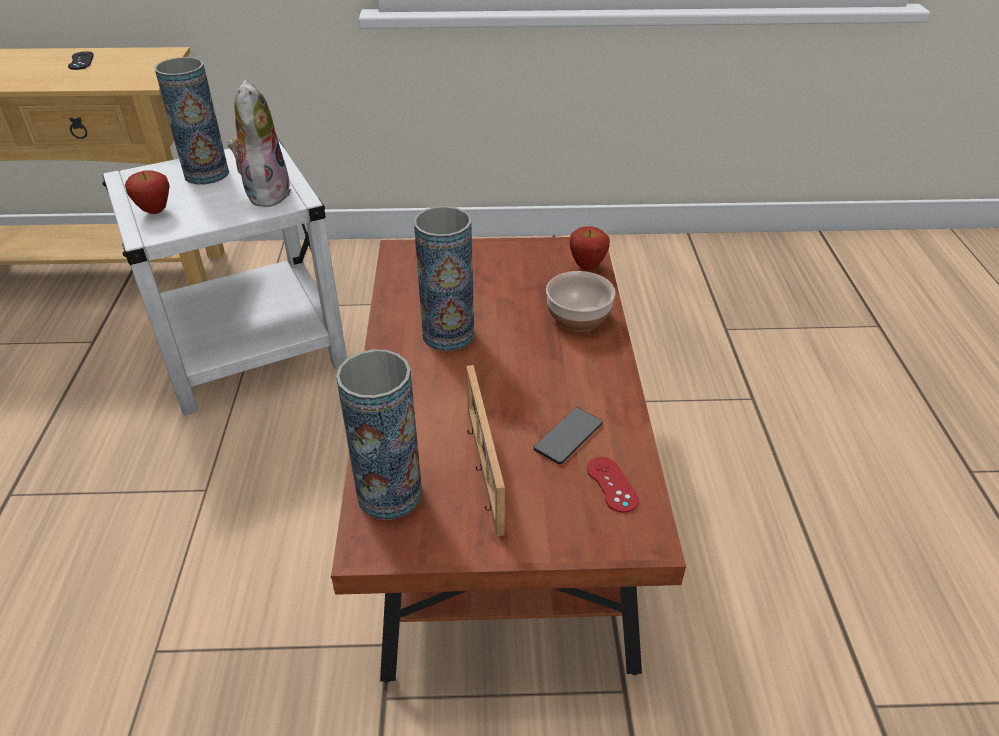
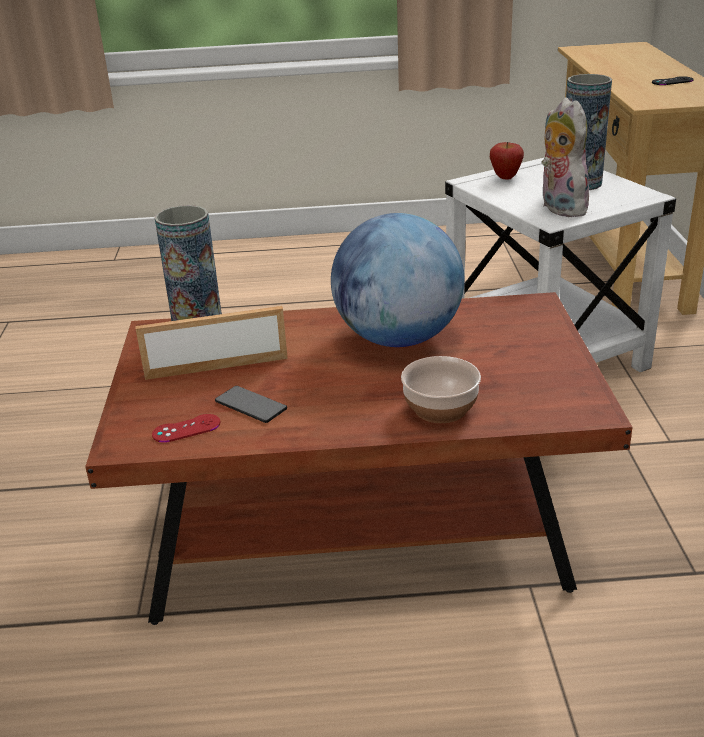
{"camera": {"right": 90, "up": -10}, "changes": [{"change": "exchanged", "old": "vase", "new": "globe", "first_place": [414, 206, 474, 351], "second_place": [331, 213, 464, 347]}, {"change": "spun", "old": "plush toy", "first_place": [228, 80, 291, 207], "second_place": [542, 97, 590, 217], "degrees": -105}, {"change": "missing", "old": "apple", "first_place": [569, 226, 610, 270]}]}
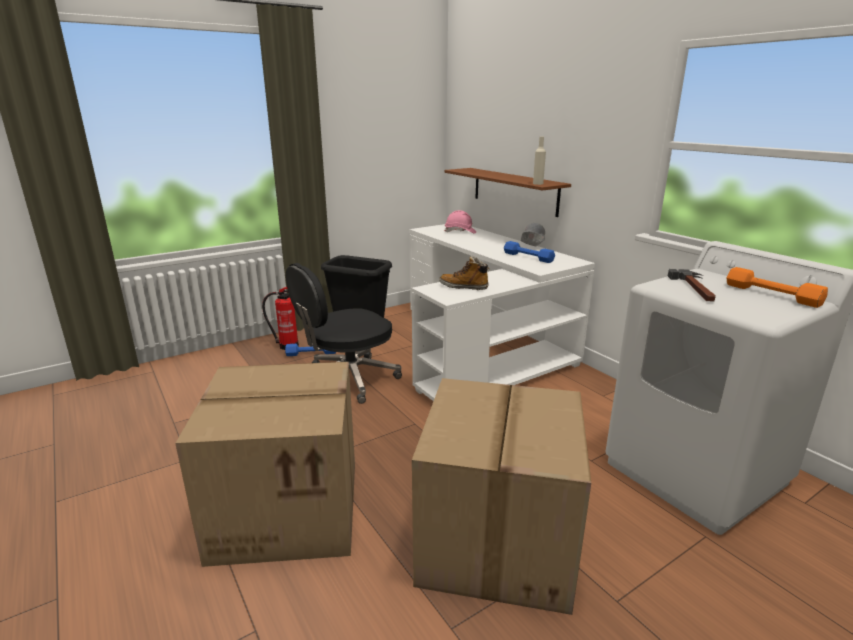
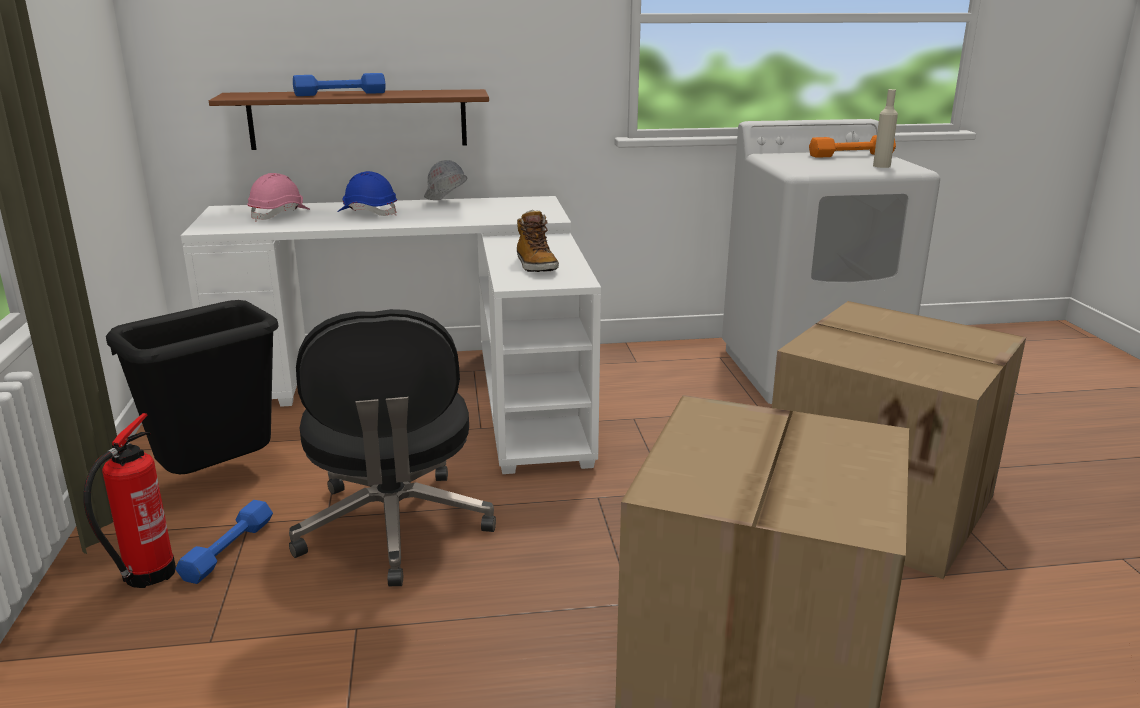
{"camera": {"right": -65, "up": 0}, "changes": [{"change": "relocated", "old": "dumbbell in blue", "first_place": [504, 241, 555, 263], "second_place": [293, 73, 386, 96]}, {"change": "appeared", "new": "hard hat in blue", "second_place": [337, 171, 397, 216]}, {"change": "spun", "old": "boot", "first_place": [439, 256, 490, 290], "second_place": [517, 210, 559, 272], "degrees": -60}, {"change": "relocated", "old": "bottle in beige", "first_place": [533, 136, 546, 185], "second_place": [873, 89, 898, 168]}, {"change": "missing", "old": "hammer", "first_place": [668, 269, 716, 301]}]}
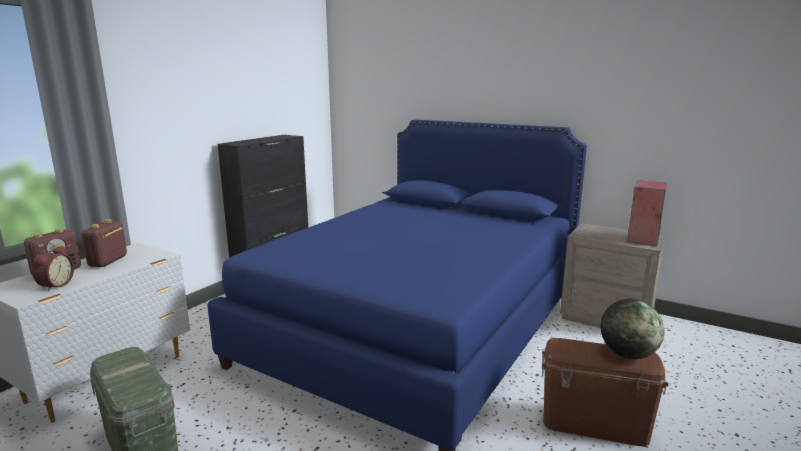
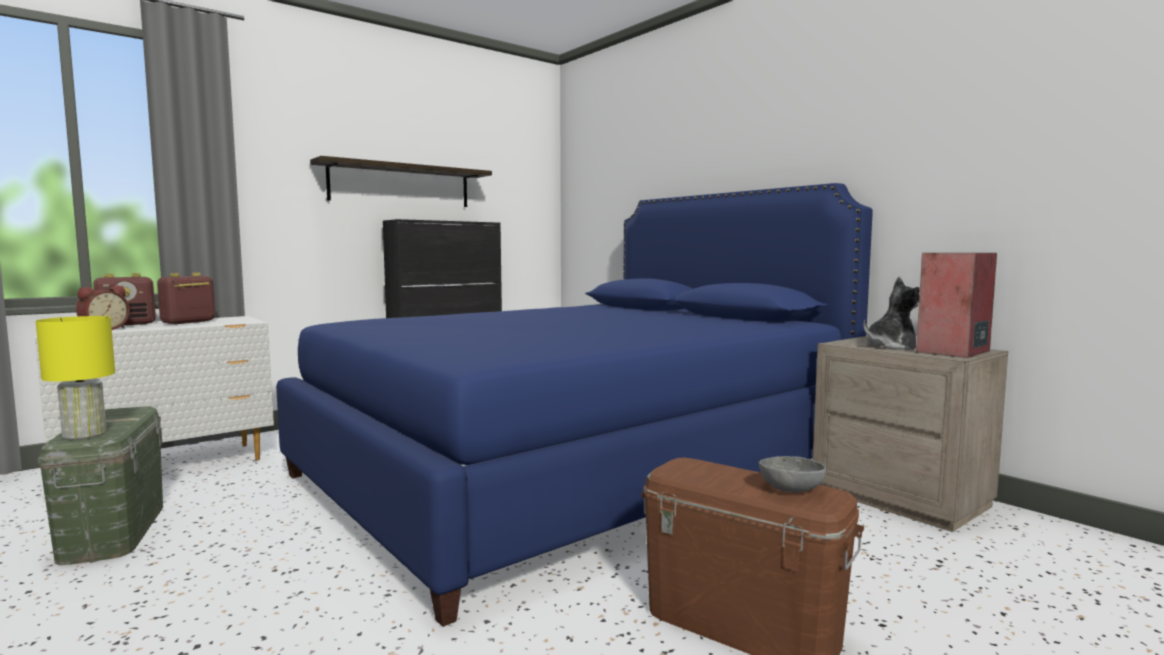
{"camera": {"right": 20, "up": -10}, "changes": [{"change": "appeared", "new": "table lamp in yellow", "second_place": [36, 316, 115, 440]}, {"change": "appeared", "new": "shelf", "second_place": [310, 156, 492, 207]}, {"change": "exchanged", "old": "globe", "new": "bowl in grey", "first_place": [600, 299, 664, 359], "second_place": [759, 456, 826, 492]}, {"change": "appeared", "new": "plush toy", "second_place": [863, 276, 919, 350]}]}
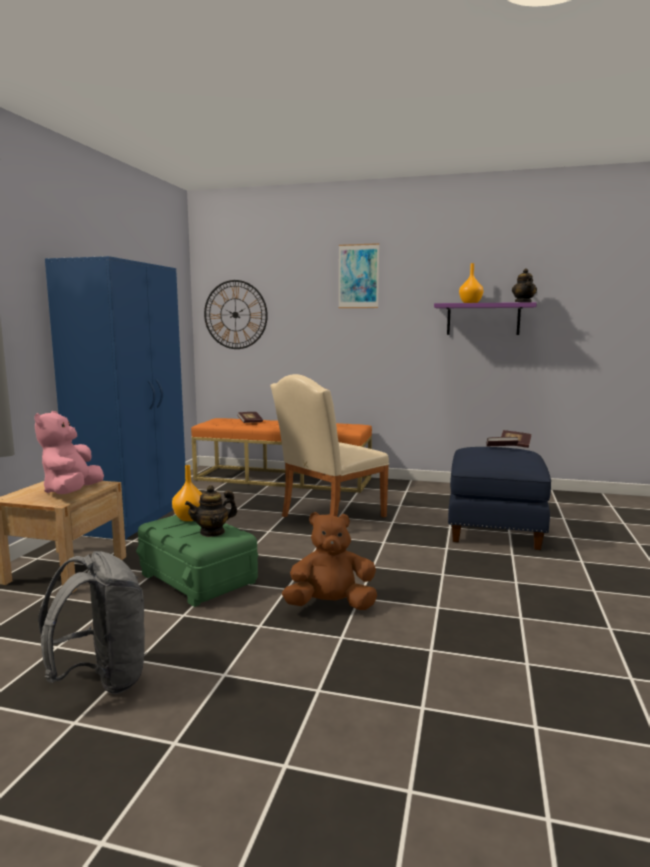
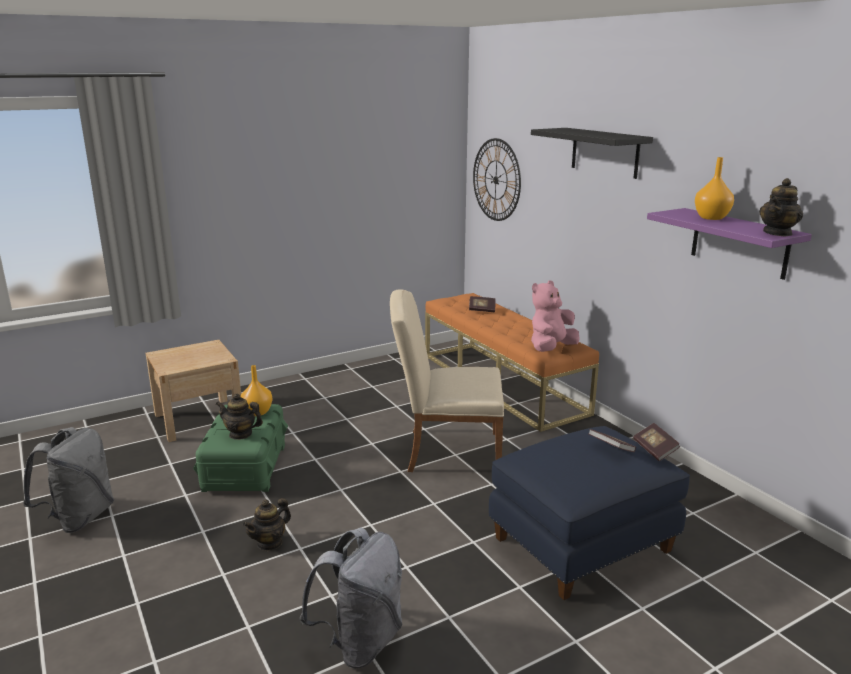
{"camera": {"right": 45, "up": 10}, "changes": [{"change": "exchanged", "old": "plush toy in brown", "new": "teapot", "first_place": [282, 512, 377, 610], "second_place": [243, 498, 291, 551]}, {"change": "appeared", "new": "backpack in grey", "second_place": [299, 527, 403, 668]}, {"change": "exchanged", "old": "picture", "new": "shelf in black", "first_place": [338, 243, 379, 308], "second_place": [531, 128, 653, 179]}, {"change": "relocated", "old": "plush toy in pink", "first_place": [35, 411, 104, 494], "second_place": [531, 281, 580, 352]}, {"change": "missing", "old": "wardrobe in blue", "first_place": [45, 256, 185, 540]}]}
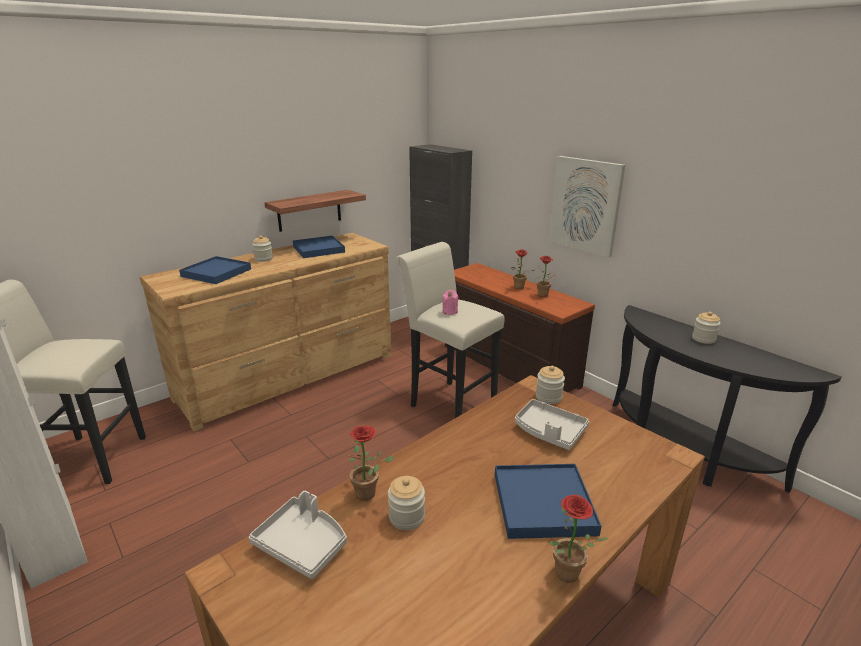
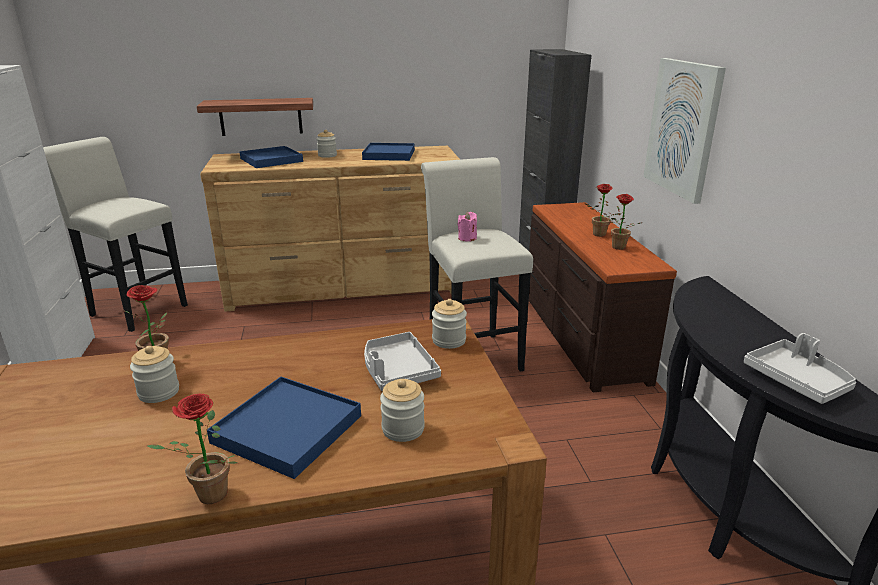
{"camera": {"right": 30, "up": 0}, "changes": [{"change": "relocated", "old": "shelf", "first_place": [264, 190, 366, 232], "second_place": [197, 98, 313, 136]}, {"change": "relocated", "old": "jar", "first_place": [692, 312, 721, 344], "second_place": [380, 379, 425, 442]}, {"change": "relocated", "old": "tray in grey", "first_place": [249, 491, 347, 579], "second_place": [744, 333, 856, 404]}]}
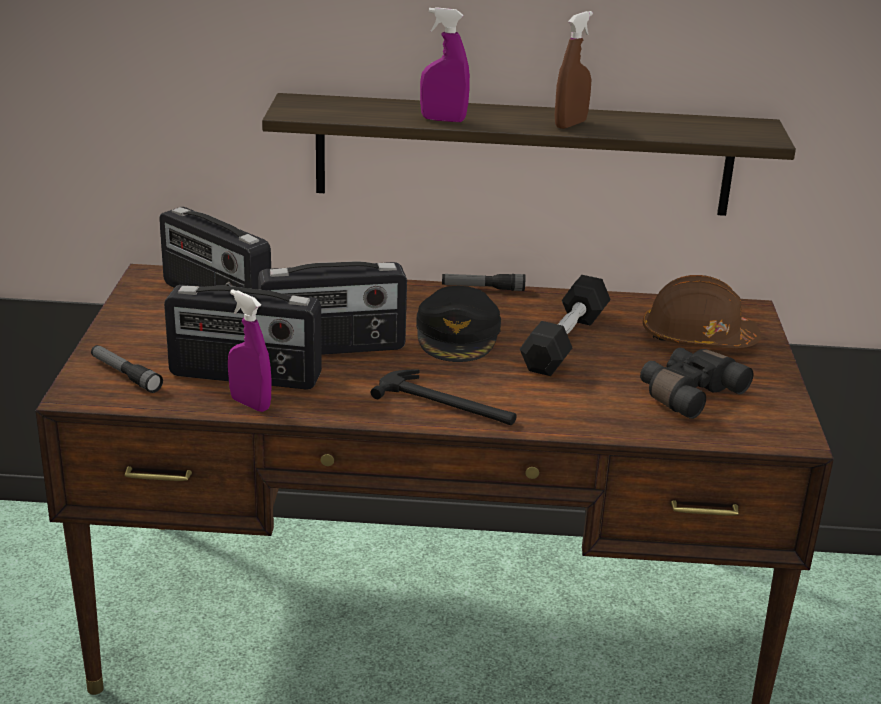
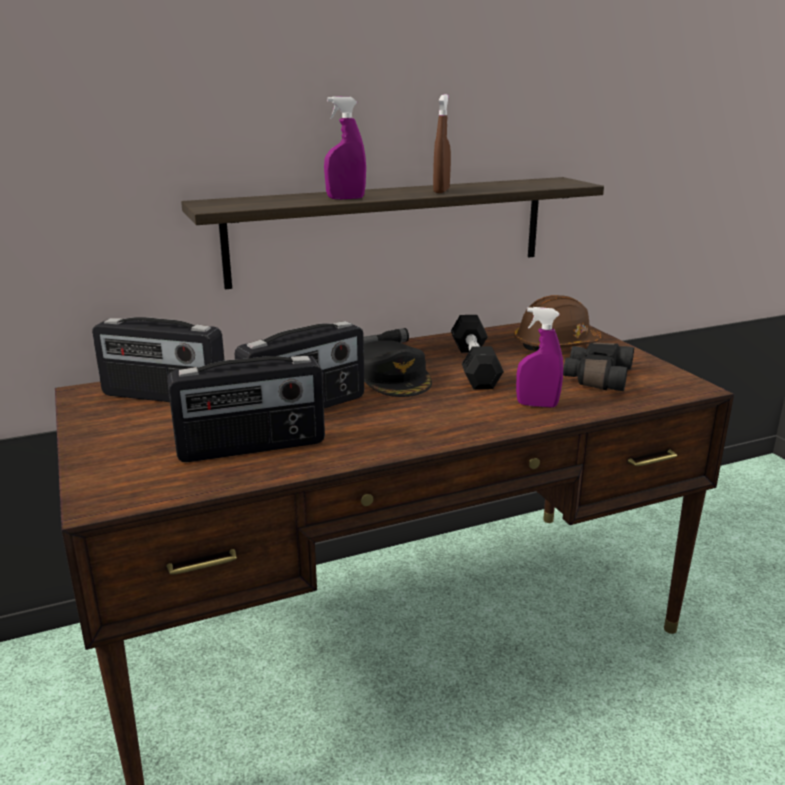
{"camera": {"right": -25, "up": -5}, "changes": [{"change": "relocated", "old": "spray bottle in purple", "first_place": [228, 289, 272, 412], "second_place": [516, 307, 563, 408]}, {"change": "missing", "old": "flashlight", "first_place": [91, 345, 163, 393]}, {"change": "missing", "old": "hammer", "first_place": [371, 369, 517, 425]}]}
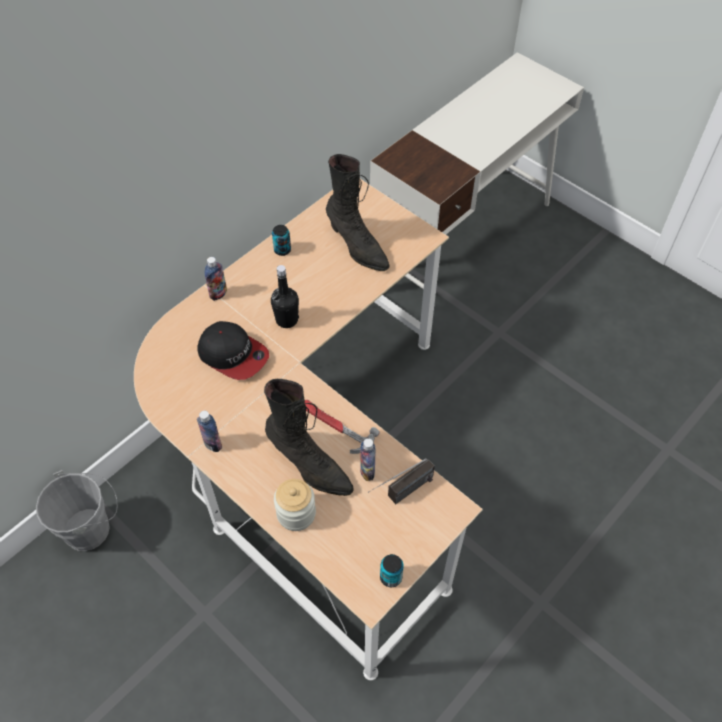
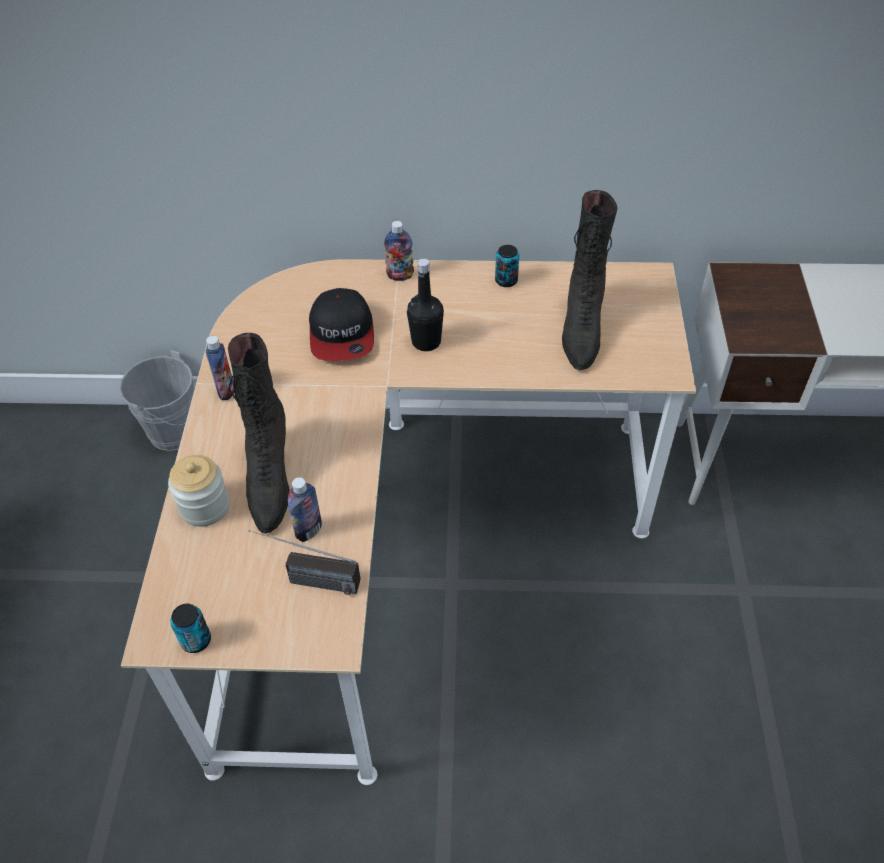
{"camera": {"right": 50, "up": -5}, "changes": [{"change": "missing", "old": "hammer", "first_place": [305, 400, 380, 454]}]}
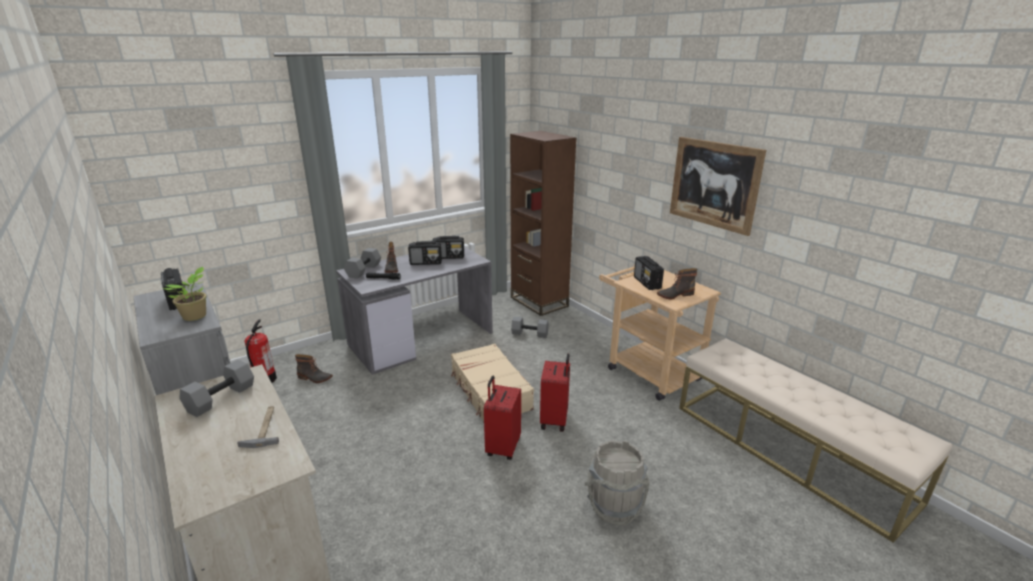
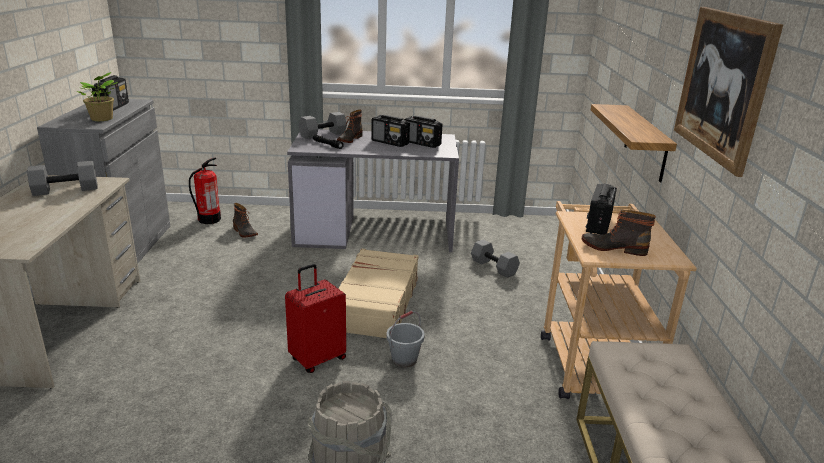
{"camera": {"right": 35, "up": 0}, "changes": [{"change": "exchanged", "old": "suitcase in red", "new": "bucket in grey", "first_place": [540, 354, 570, 432], "second_place": [386, 311, 425, 367]}, {"change": "appeared", "new": "shelf", "second_place": [591, 104, 677, 182]}, {"change": "missing", "old": "hammer", "first_place": [237, 406, 279, 448]}, {"change": "missing", "old": "bookcase in brown", "first_place": [510, 131, 577, 316]}]}
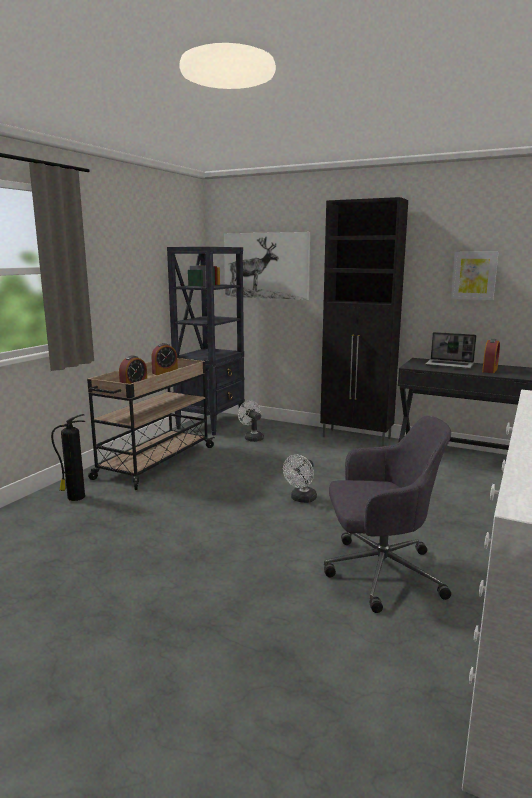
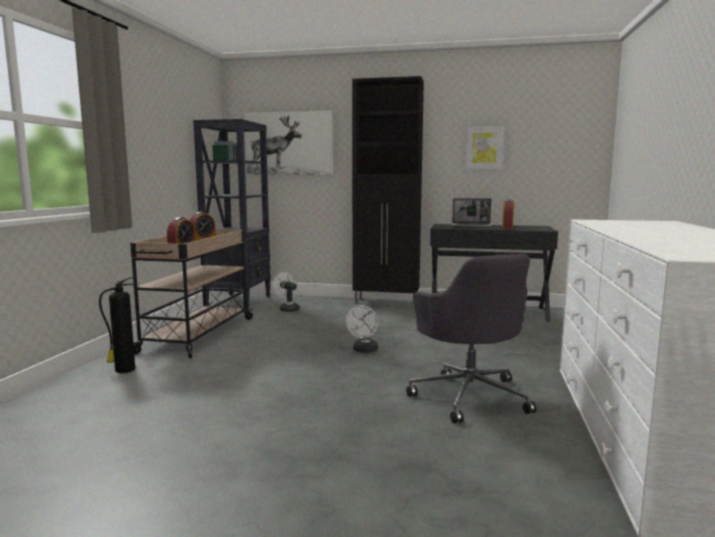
{"camera": {"right": -15, "up": -5}, "changes": [{"change": "spun", "old": "office chair in grey", "first_place": [324, 416, 451, 613], "second_place": [406, 254, 537, 423], "degrees": 90}]}
